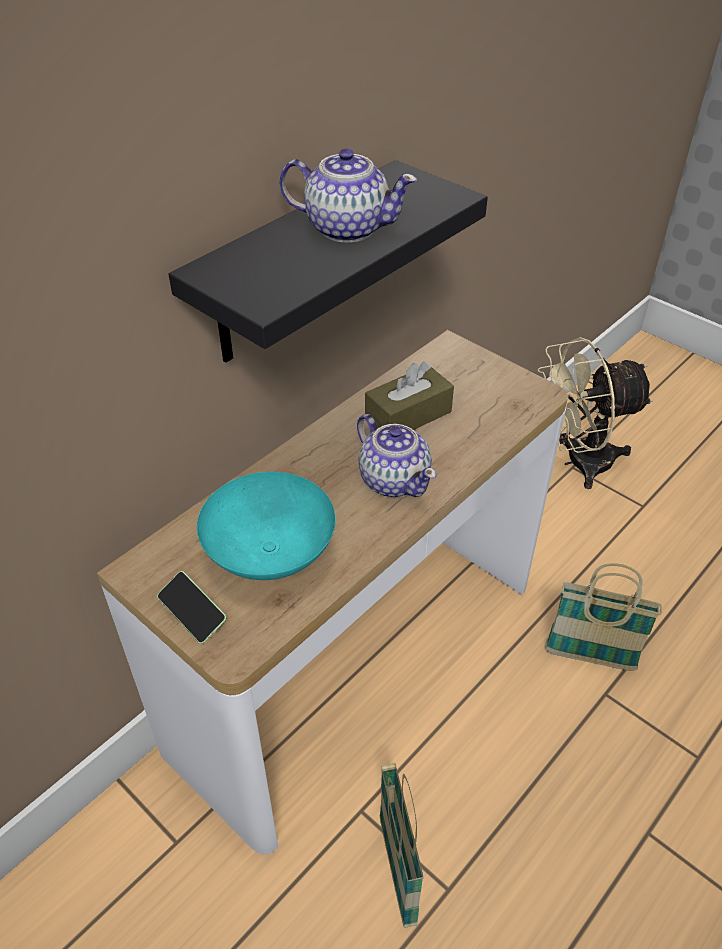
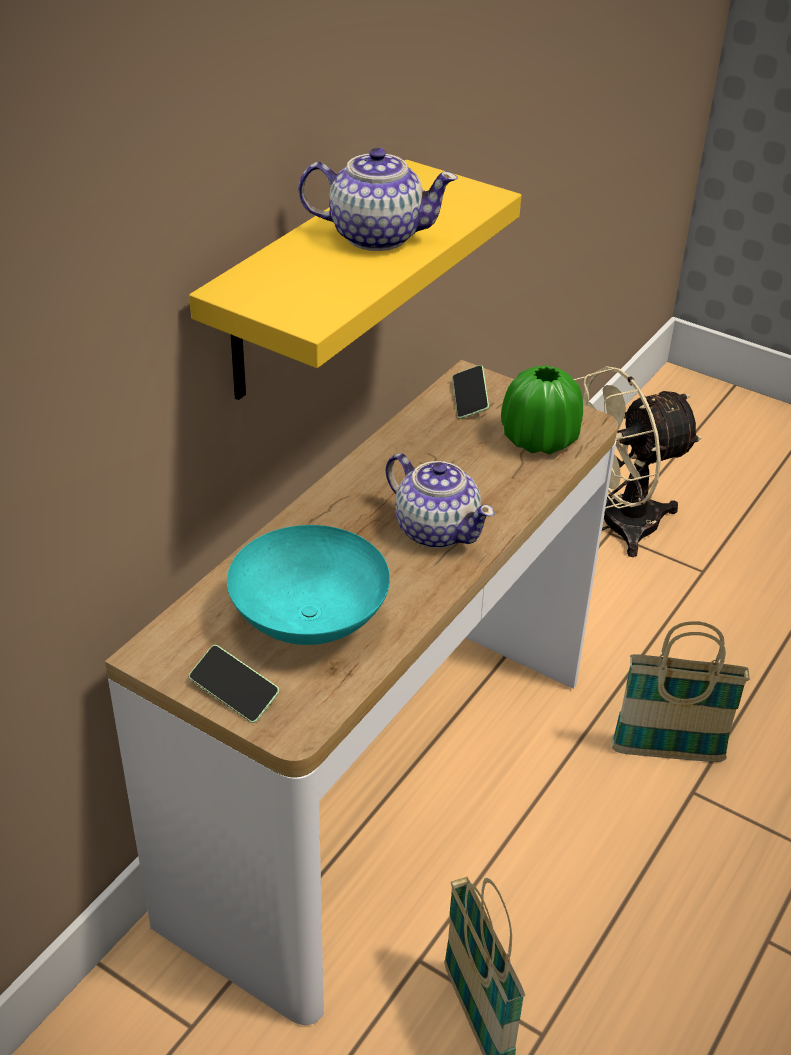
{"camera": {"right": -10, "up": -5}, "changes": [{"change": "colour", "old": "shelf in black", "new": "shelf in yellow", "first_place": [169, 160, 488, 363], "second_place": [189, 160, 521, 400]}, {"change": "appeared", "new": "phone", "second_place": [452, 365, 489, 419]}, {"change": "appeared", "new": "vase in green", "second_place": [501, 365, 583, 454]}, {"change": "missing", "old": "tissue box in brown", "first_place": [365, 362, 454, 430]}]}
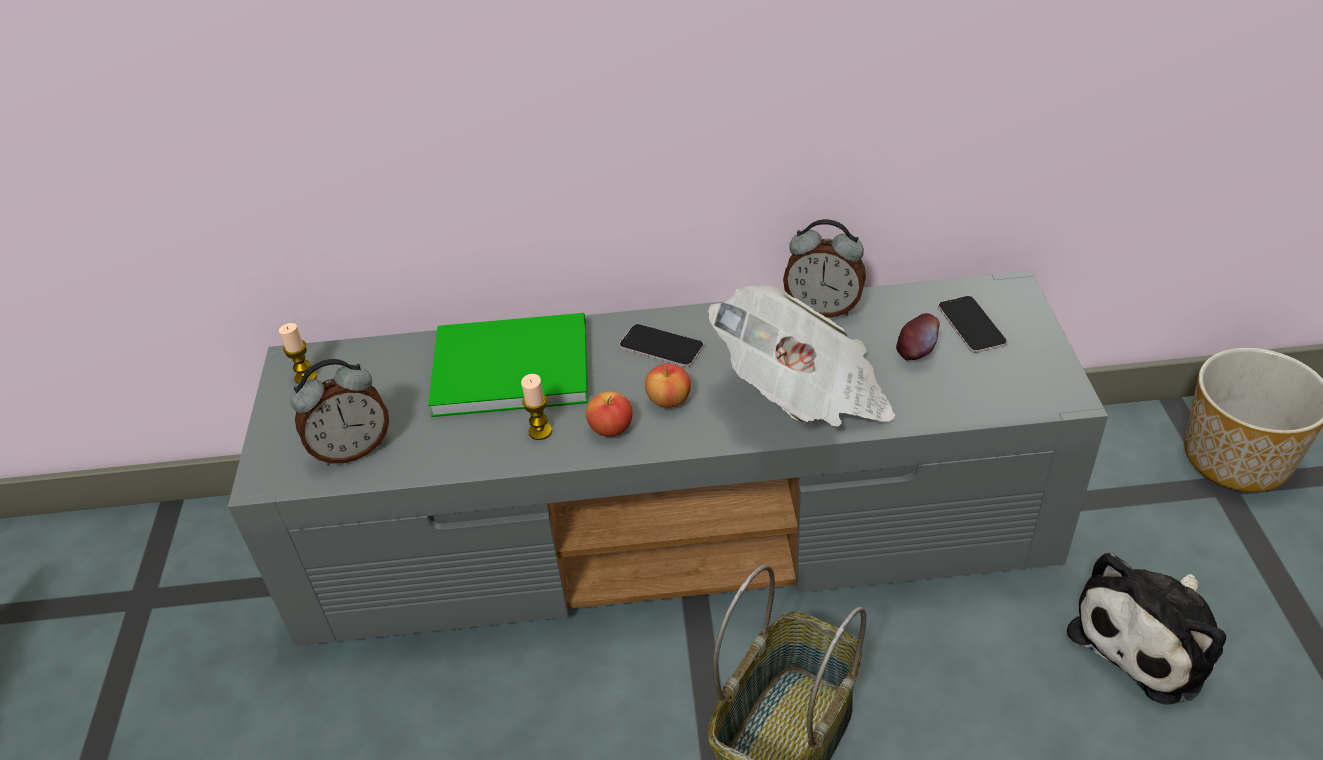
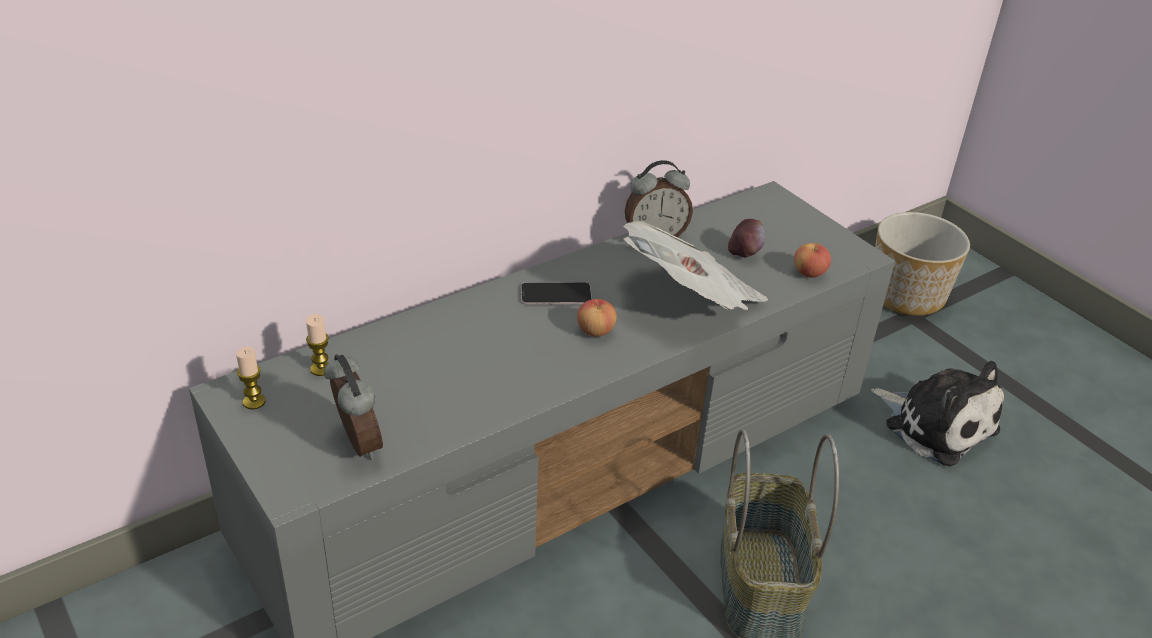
{"camera": {"right": -35, "up": -5}, "changes": [{"change": "relocated", "old": "candle", "first_place": [521, 374, 552, 440], "second_place": [306, 314, 329, 376]}, {"change": "spun", "old": "alarm clock", "first_place": [290, 359, 389, 465], "second_place": [324, 354, 383, 460], "degrees": -60}, {"change": "relocated", "old": "apple", "first_place": [586, 392, 633, 437], "second_place": [794, 243, 831, 278]}, {"change": "spun", "old": "plush toy", "first_place": [1067, 552, 1226, 704], "second_place": [871, 361, 1004, 467], "degrees": -60}, {"change": "missing", "old": "book in green", "first_place": [428, 313, 588, 417]}, {"change": "missing", "old": "phone", "first_place": [938, 296, 1007, 353]}]}
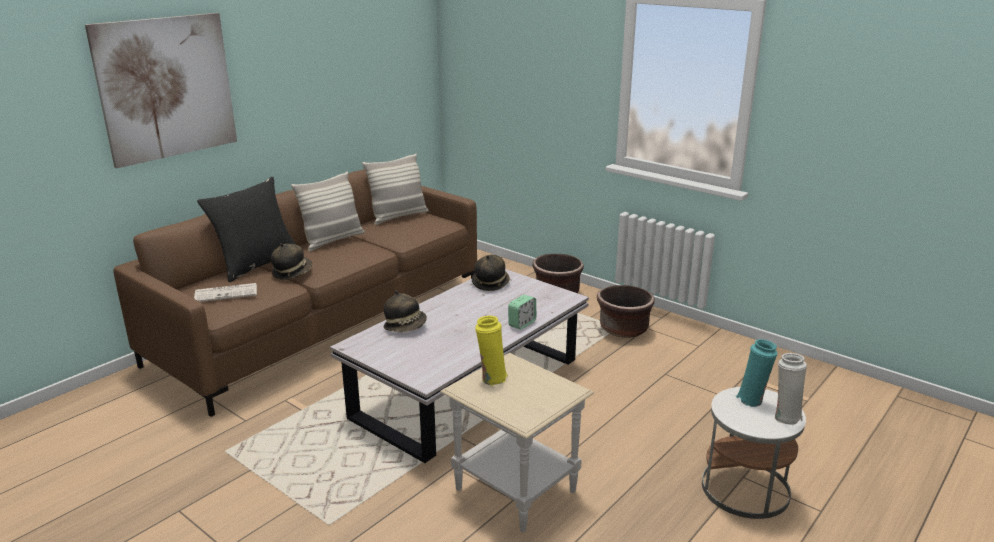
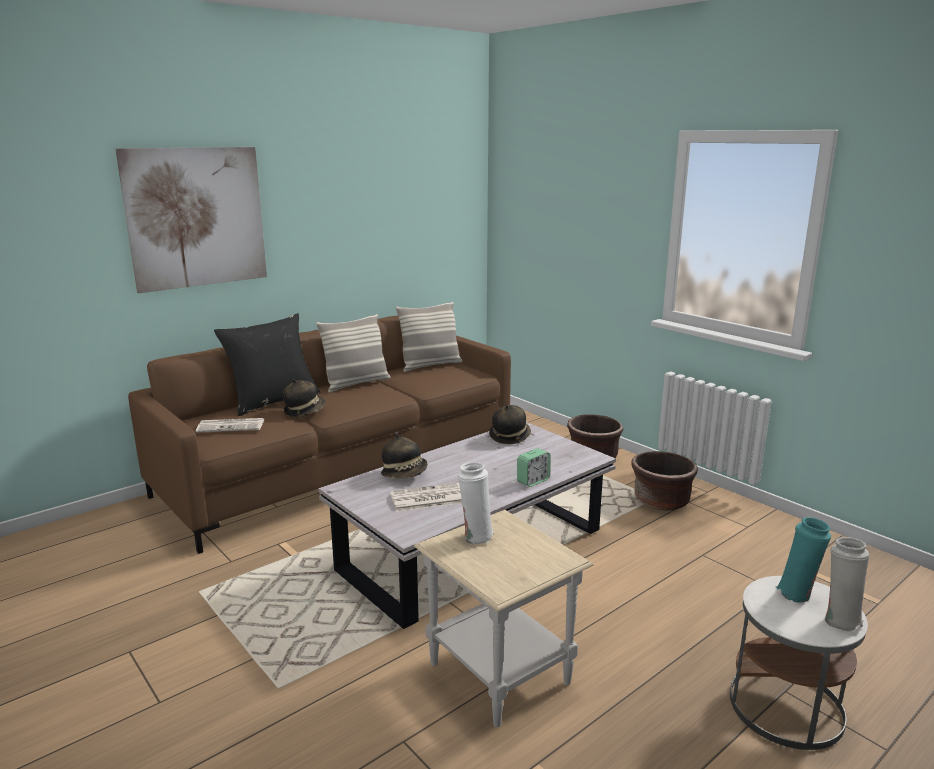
{"camera": {"right": 10, "up": -5}, "changes": [{"change": "appeared", "new": "newspaper", "second_place": [390, 483, 462, 512]}, {"change": "colour", "old": "vase in yellow", "new": "vase in white", "first_place": [475, 316, 508, 386], "second_place": [458, 462, 494, 545]}]}
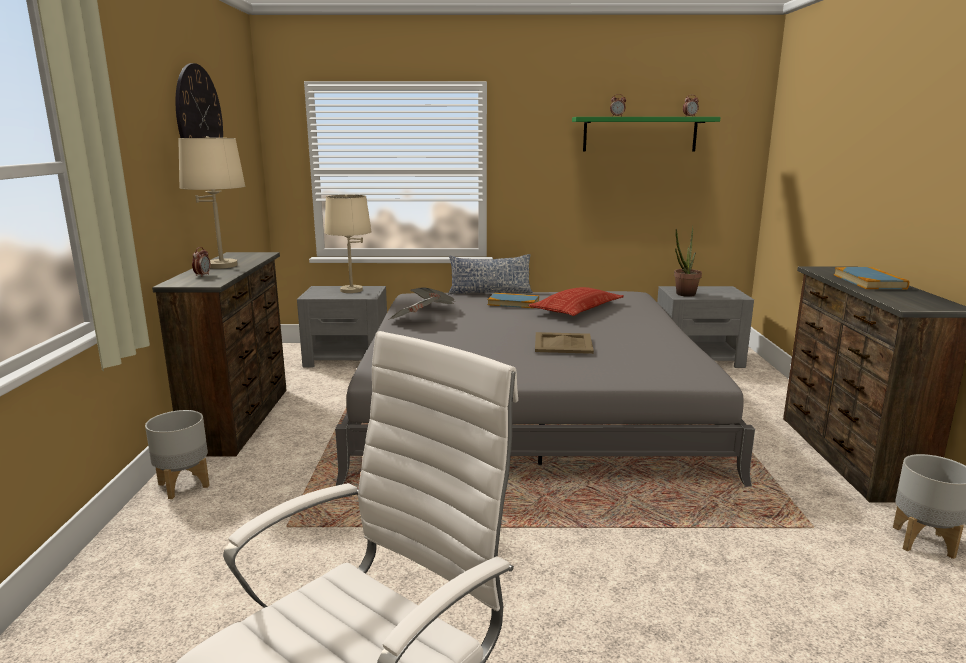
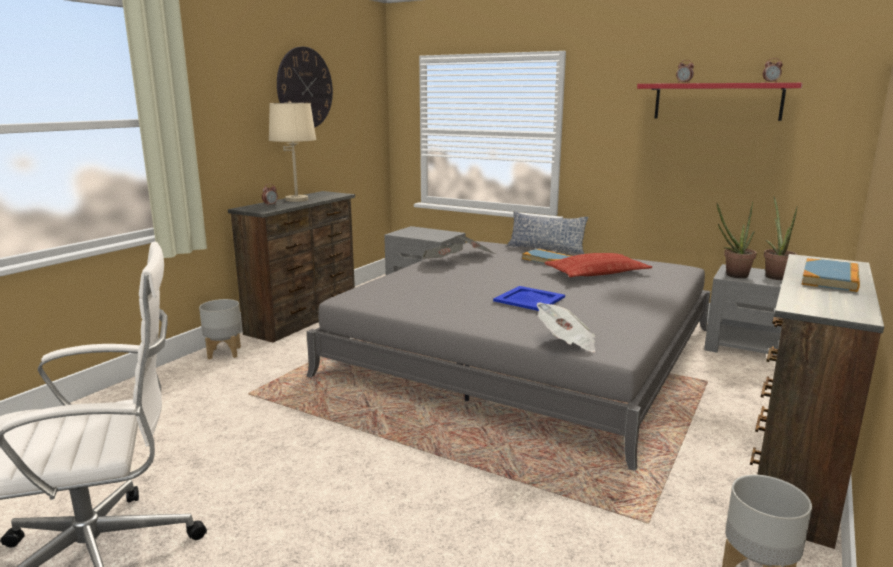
{"camera": {"right": 30, "up": 0}, "changes": [{"change": "colour", "old": "tray in beige", "new": "tray in blue", "first_place": [535, 332, 594, 354], "second_place": [493, 286, 565, 311]}, {"change": "appeared", "new": "newspaper", "second_place": [537, 302, 596, 352]}, {"change": "colour", "old": "shelf in green", "new": "shelf in red", "first_place": [572, 117, 721, 151], "second_place": [637, 83, 803, 121]}, {"change": "appeared", "new": "potted plant", "second_place": [764, 197, 798, 280]}, {"change": "missing", "old": "table lamp in beige", "first_place": [325, 195, 372, 293]}]}
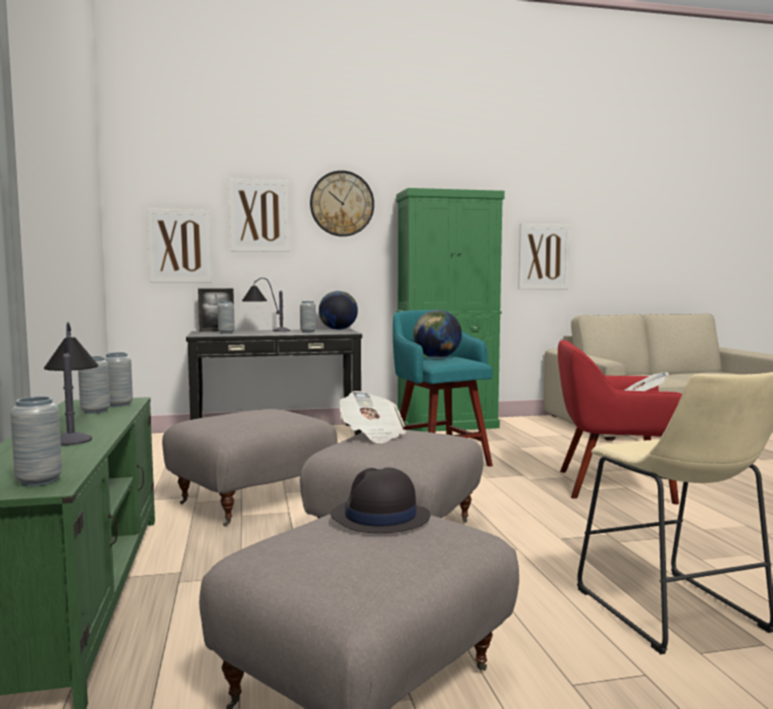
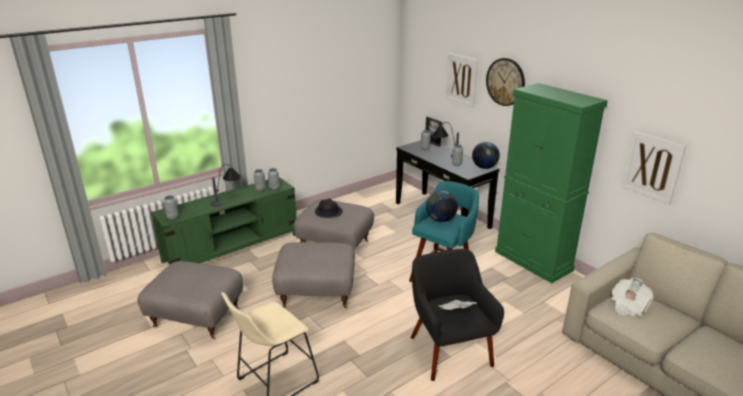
{"camera": {"right": 65, "up": 20}, "changes": [{"change": "relocated", "old": "hat in black", "first_place": [330, 467, 430, 533], "second_place": [315, 198, 342, 218]}, {"change": "colour", "old": "armchair in red", "new": "armchair in black", "first_place": [558, 340, 682, 504], "second_place": [411, 249, 504, 381]}, {"change": "relocated", "old": "newspaper", "first_place": [339, 391, 406, 443], "second_place": [611, 278, 654, 316]}, {"change": "missing", "old": "picture", "first_place": [147, 209, 212, 282]}]}
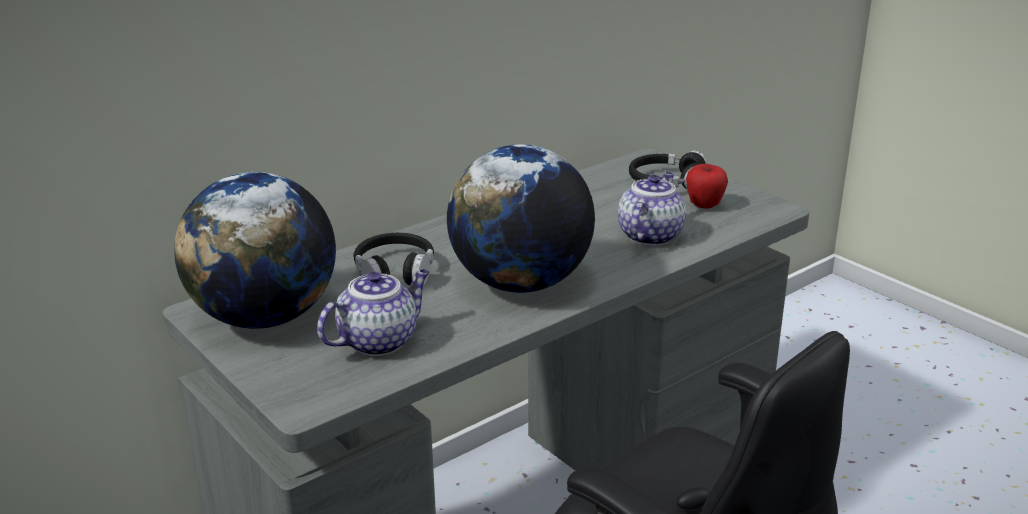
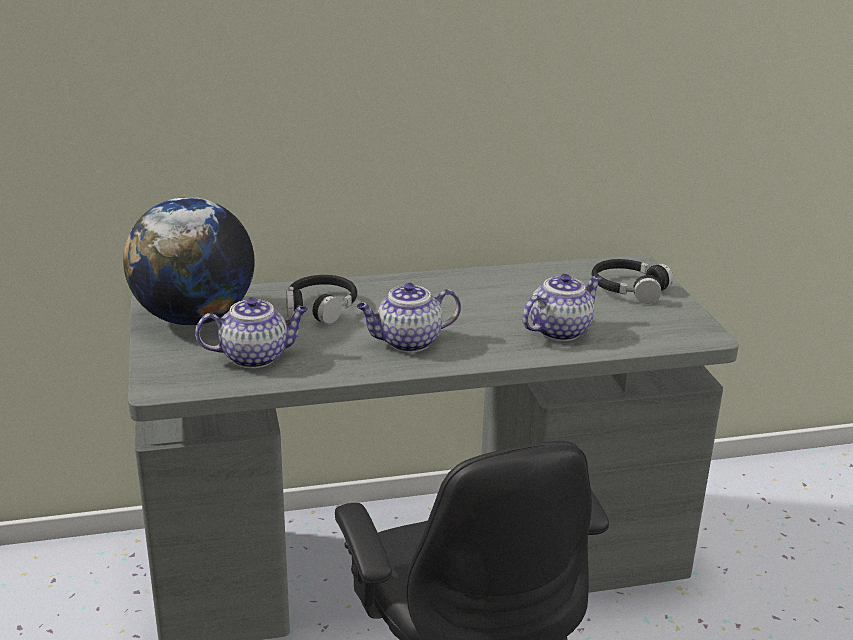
{"camera": {"right": 25, "up": 0}, "changes": [{"change": "exchanged", "old": "globe", "new": "teapot", "first_place": [447, 144, 595, 293], "second_place": [356, 283, 461, 352]}, {"change": "missing", "old": "apple", "first_place": [686, 164, 728, 208]}]}
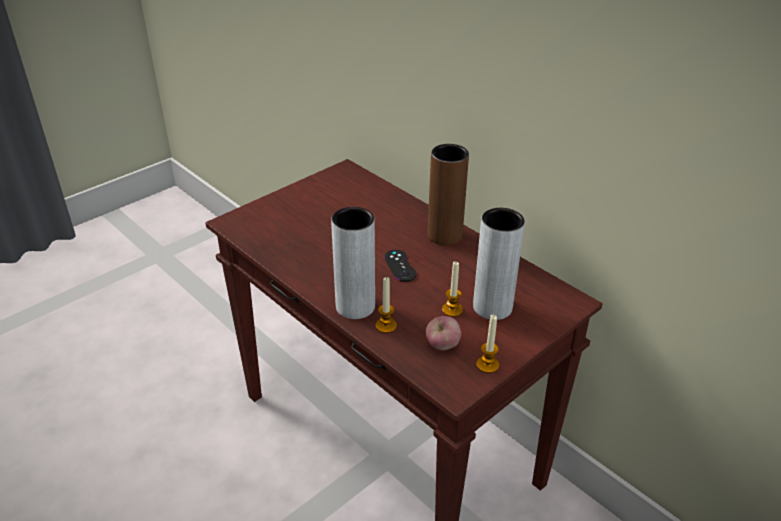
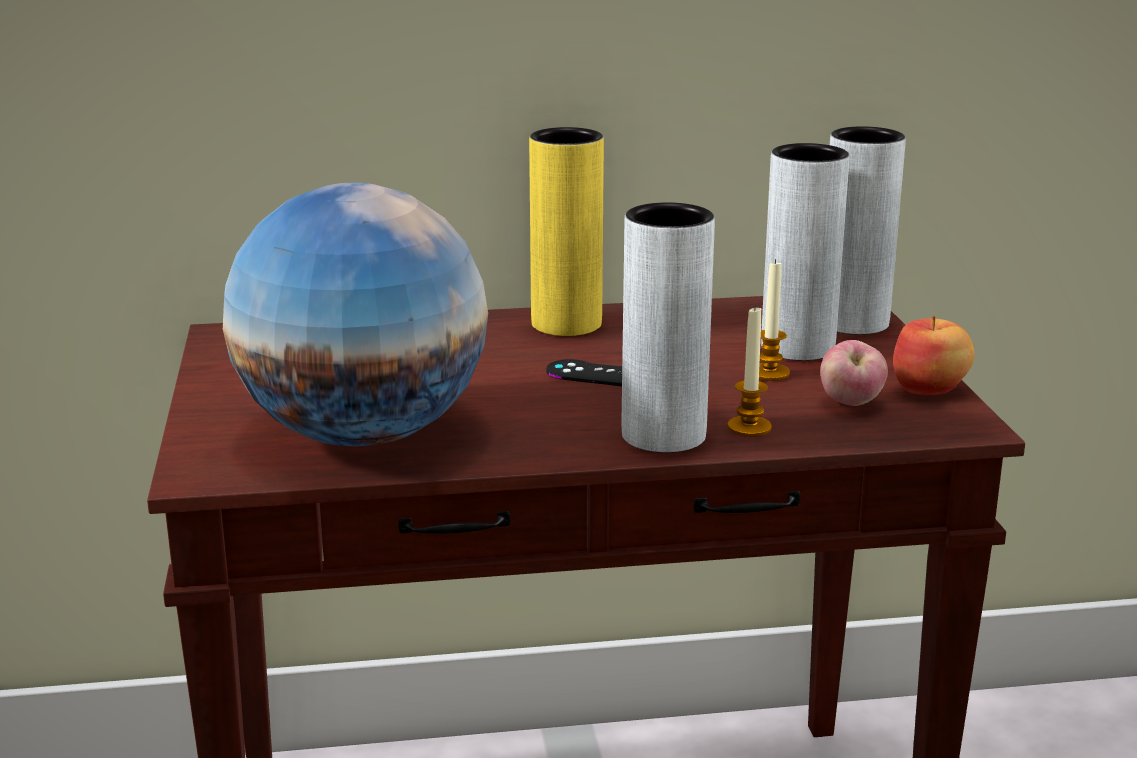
{"camera": {"right": -55, "up": -15}, "changes": [{"change": "appeared", "new": "globe", "second_place": [223, 183, 488, 446]}, {"change": "colour", "old": "vase in brown", "new": "vase in yellow", "first_place": [428, 144, 469, 246], "second_place": [529, 127, 604, 336]}, {"change": "appeared", "new": "vase in grey", "second_place": [830, 126, 906, 335]}, {"change": "exchanged", "old": "candle", "new": "apple", "first_place": [477, 315, 499, 373], "second_place": [893, 315, 975, 395]}]}
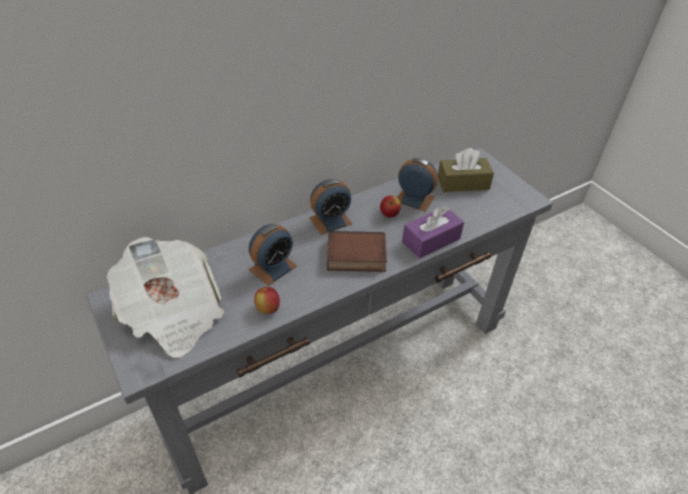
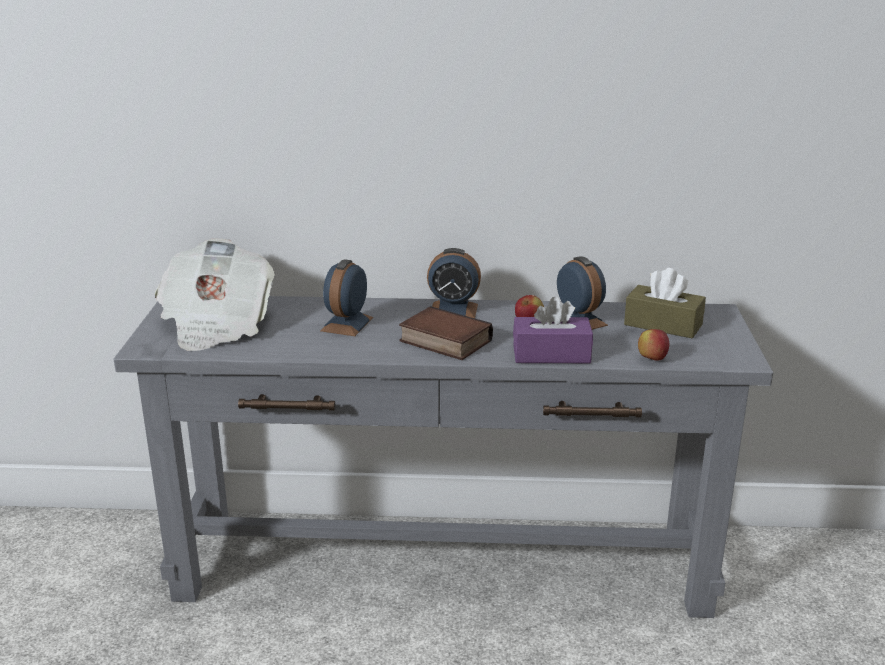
{"camera": {"right": 35, "up": -20}, "changes": [{"change": "spun", "old": "alarm clock", "first_place": [249, 224, 297, 286], "second_place": [320, 259, 373, 336], "degrees": 120}, {"change": "relocated", "old": "apple", "first_place": [254, 287, 280, 314], "second_place": [638, 329, 669, 361]}]}
